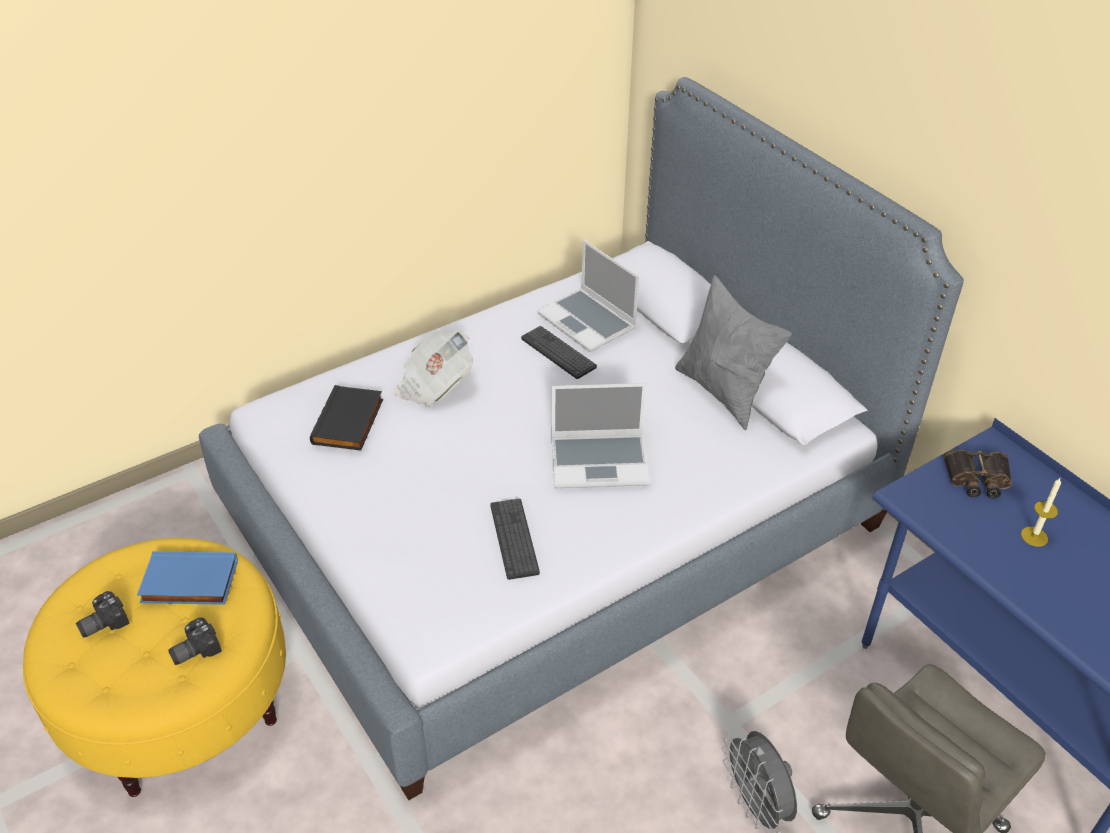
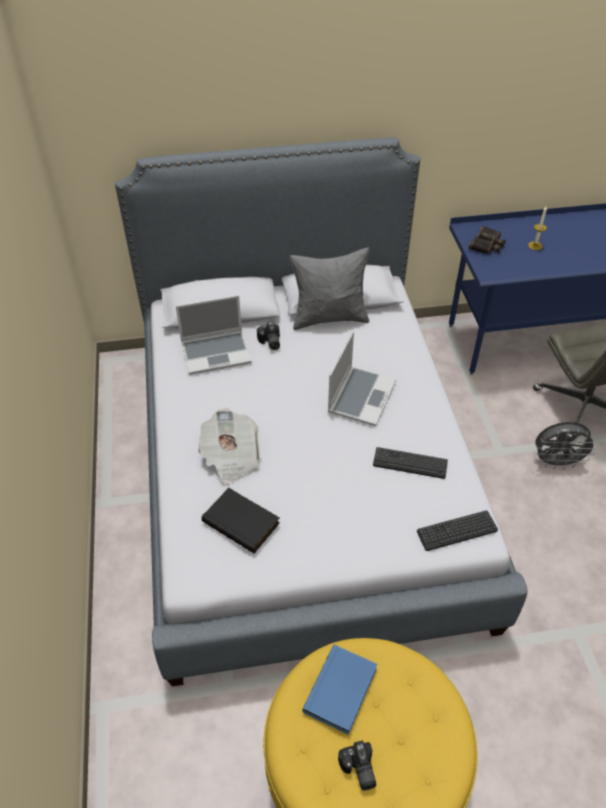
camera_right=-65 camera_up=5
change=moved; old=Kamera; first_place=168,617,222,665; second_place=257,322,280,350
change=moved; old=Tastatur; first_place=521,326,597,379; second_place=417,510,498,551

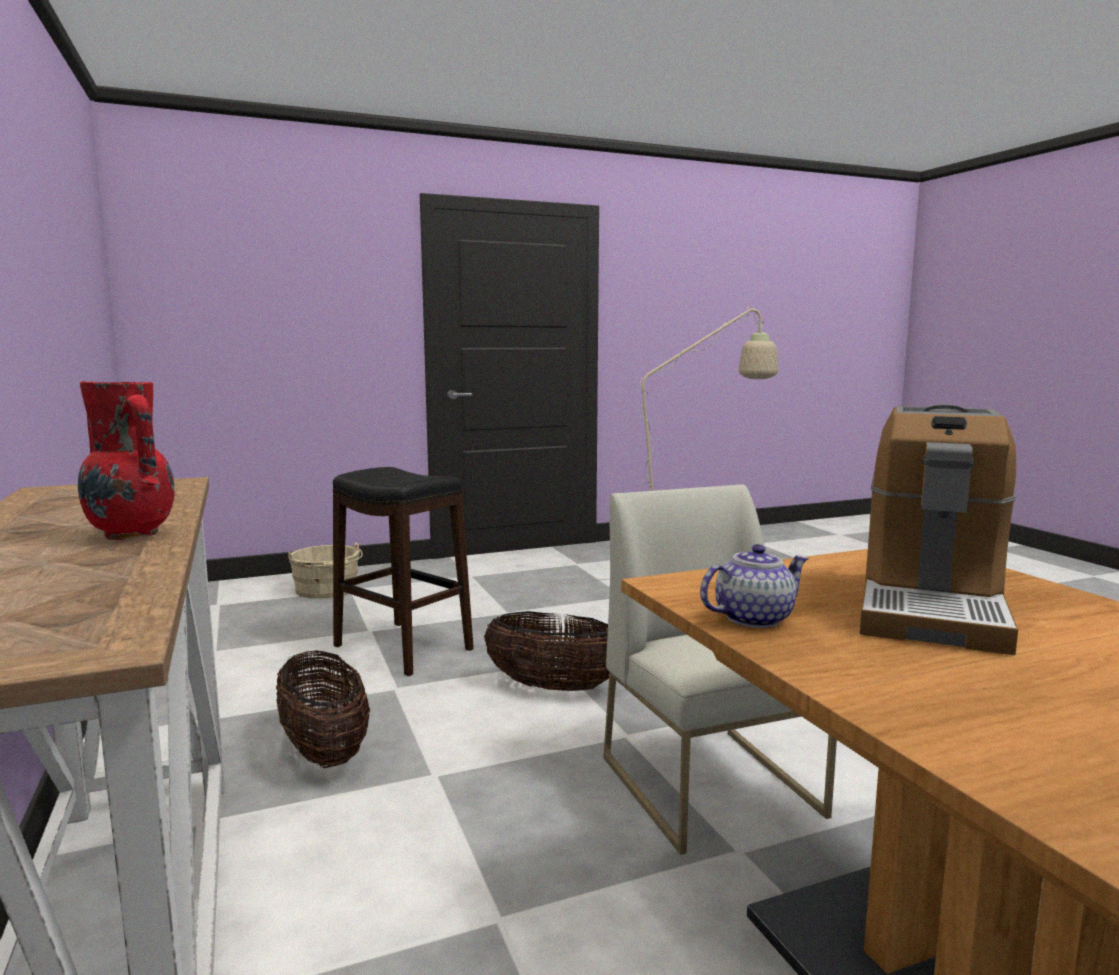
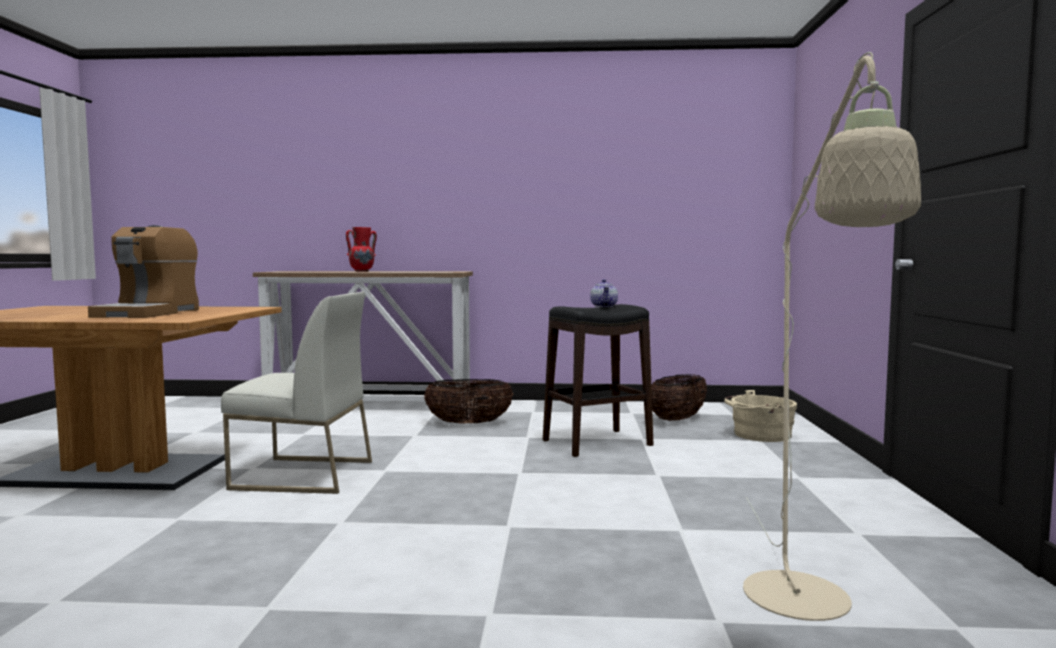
camera_right=115 camera_up=-5
change=turned; old=Kaffeemaschine; first_place=860,404,1018,655; second_place=88,225,199,318; degrees=-135
change=moved; old=Teekanne; first_place=700,544,809,628; second_place=590,279,618,307
change=moved; old=Korb; first_place=484,611,610,691; second_place=651,374,707,421

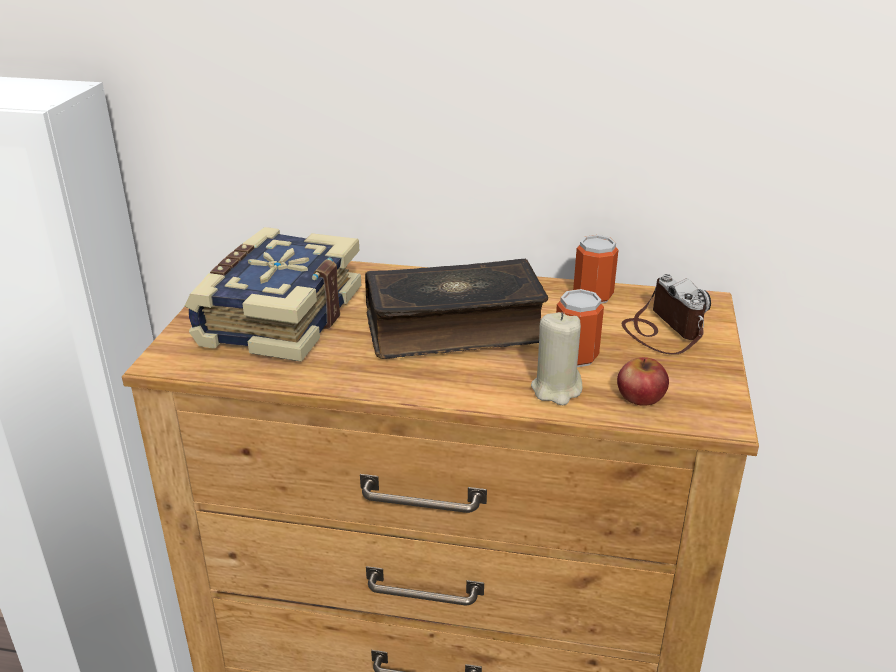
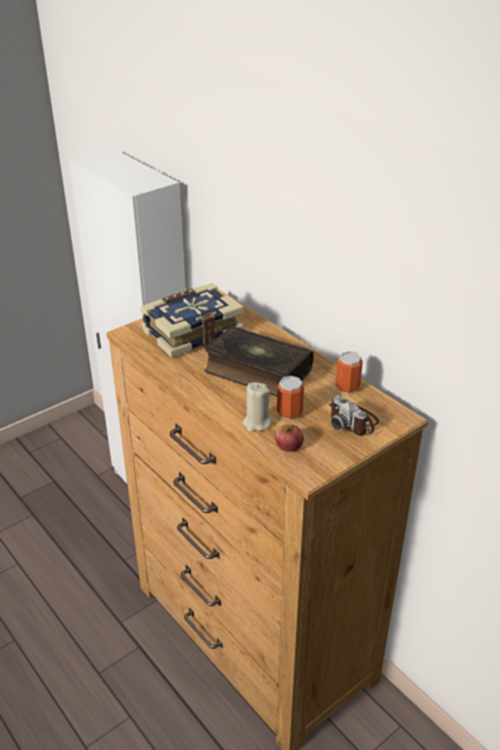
camera_right=40 camera_up=5
change=turned; old=Kamera; first_place=622,274,711,355; second_place=329,395,379,436; degrees=120

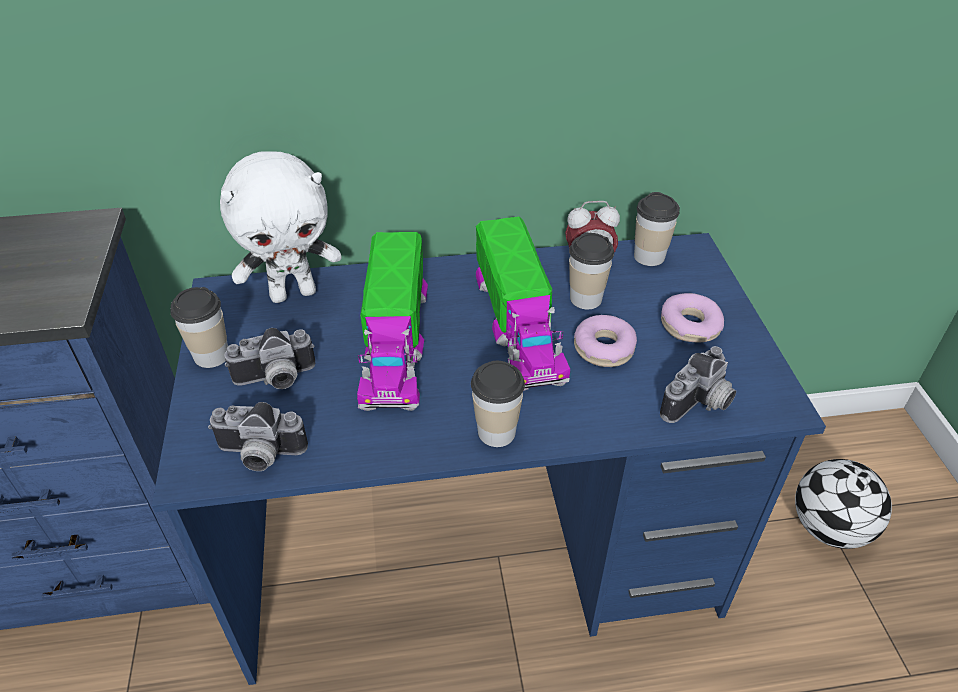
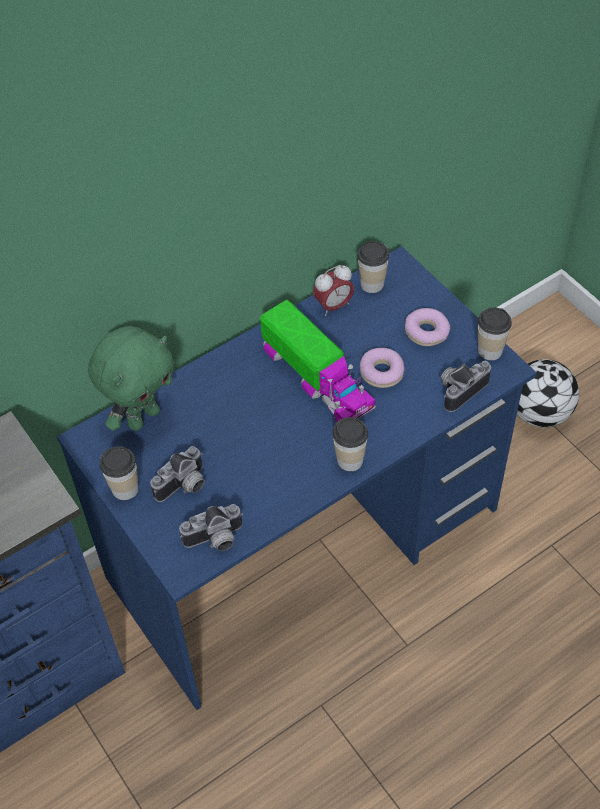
camera_right=-25 camera_up=10
change=recoloured; old=Plüschtier (weiß); new=Plüschtier (grün); first_place=220,151,342,303; second_place=88,326,174,431
change=turned; old=Kamera; first_place=660,346,736,423; second_place=441,361,491,412; degrees=-150
change=moved; old=Tasse; first_place=569,233,614,309; second_place=478,307,512,360
change=removed; old=Spielzeuglaster; first_place=357,232,428,411

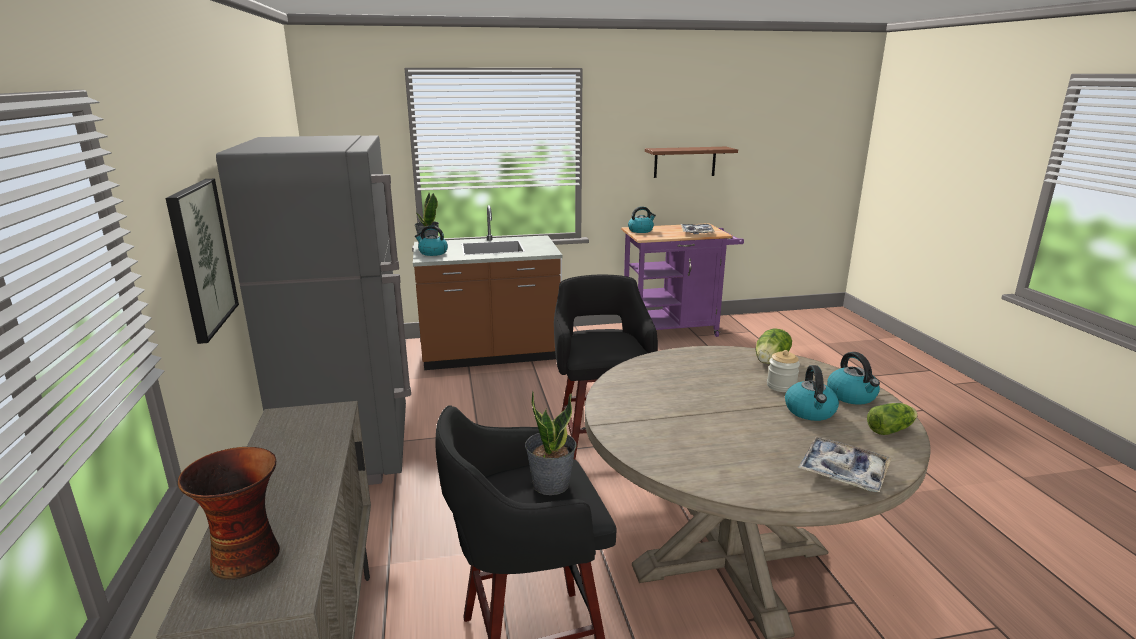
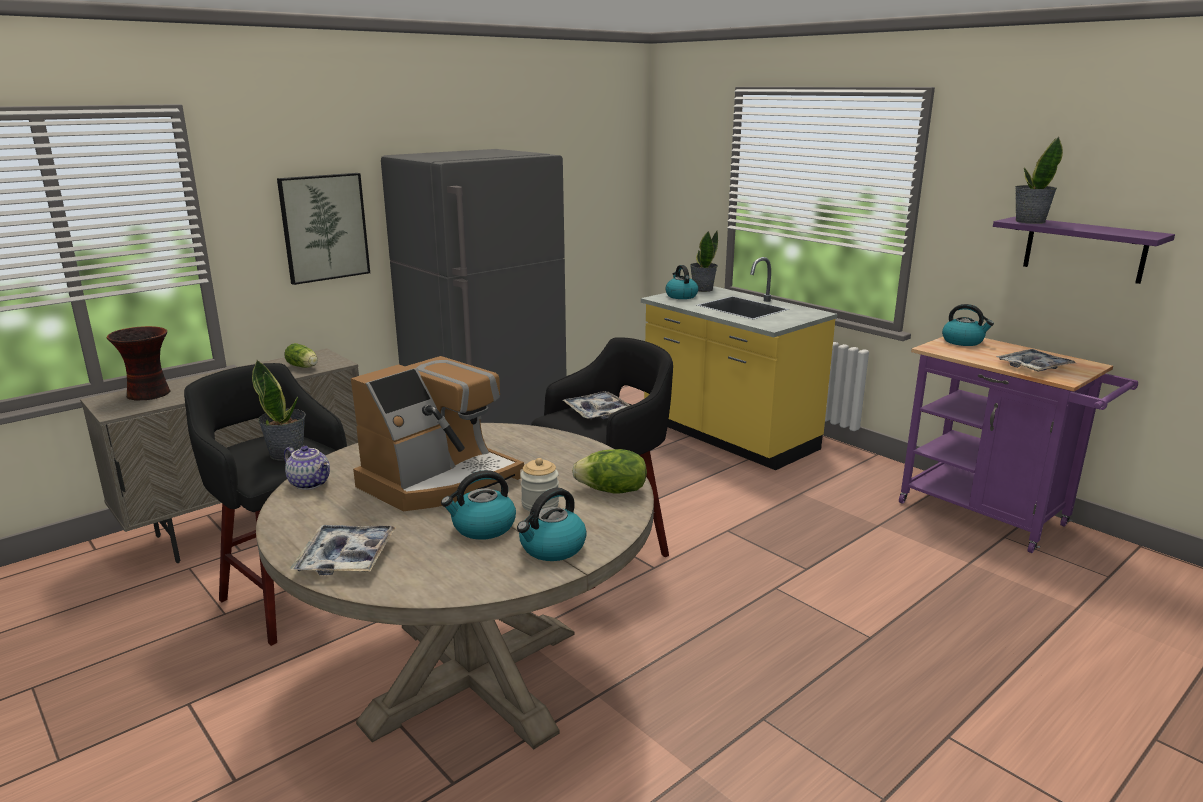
camera_right=60 camera_up=0
change=moved; old=Salatkopf; first_place=867,403,917,435; second_place=284,343,318,368
change=added; new=Teekanne; second_place=284,446,330,490
change=added; new=Kaffeemaschine; second_place=351,356,524,511
change=added; new=Tablett; second_place=563,391,631,419
change=recoloured; old=Küchenzeile (braun); new=Küchenzeile (gelb); first_place=413,205,562,370; second_place=641,257,837,470
change=recoloured; old=Wandregal (braun); new=Wandregal (lila); first_place=645,147,738,178; second_place=993,217,1175,284
change=added; new=Topfpflanze; second_place=1015,137,1063,224

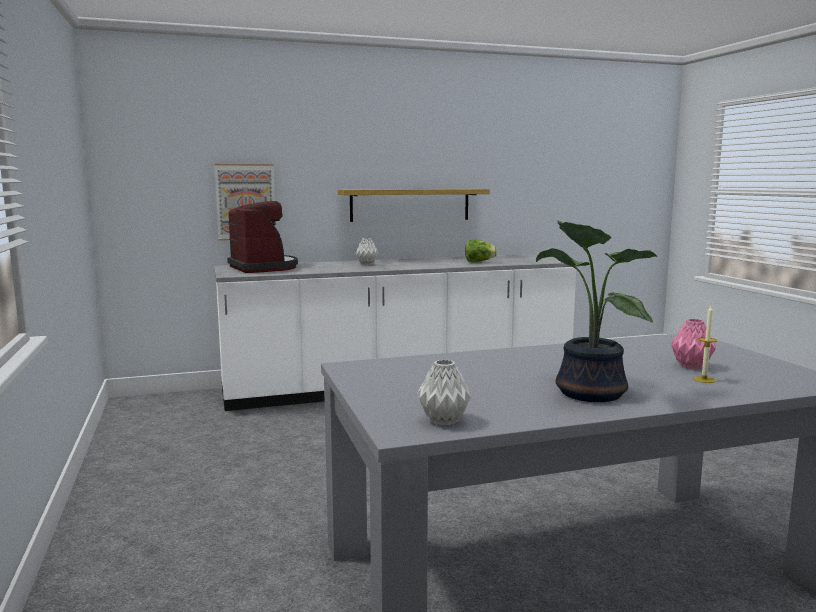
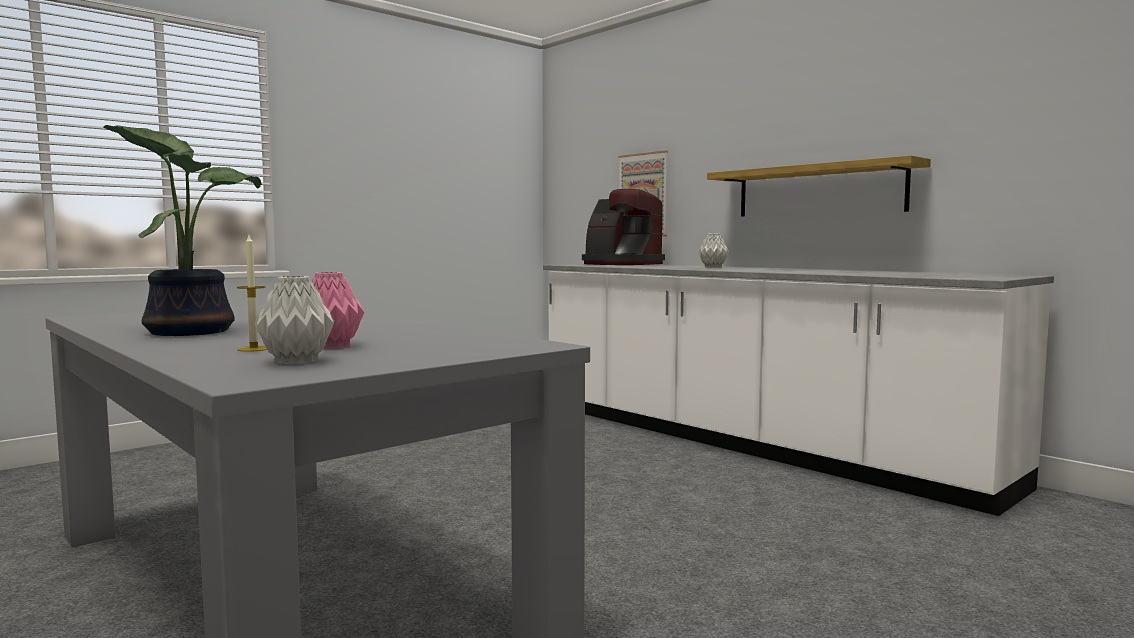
camera_right=65 camera_up=-5
change=moved; old=Vase (grau); first_place=417,359,471,425; second_place=255,276,334,364
change=turned; old=Kaffeemaschine; first_place=227,201,298,273; second_place=582,189,665,265; degrees=90
change=removed; old=Salatkopf; first_place=465,240,497,262

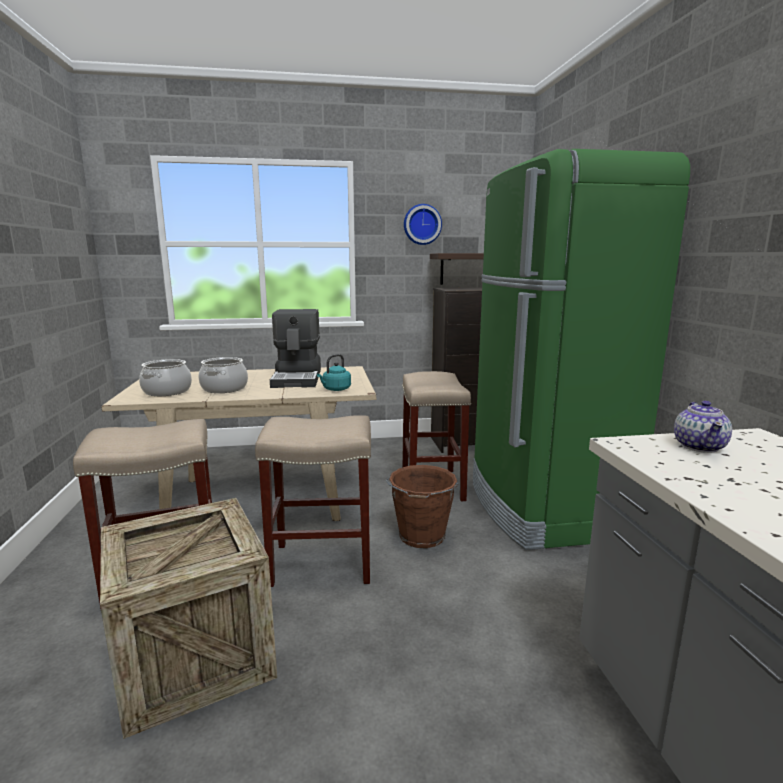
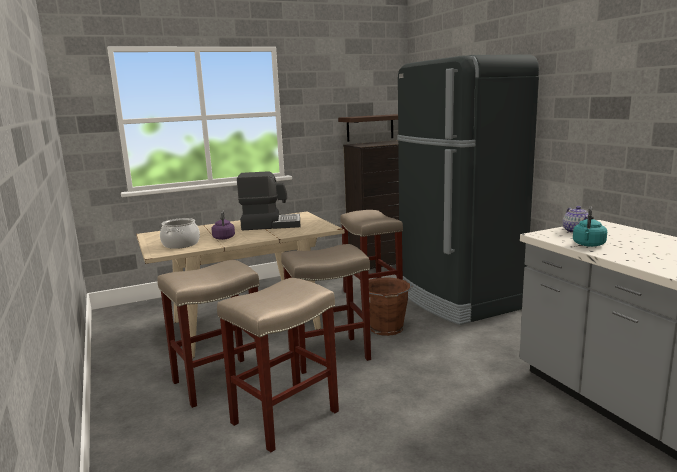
camera_right=-15 camera_up=0
change=replaced; old=Kochtopf; new=Wasserkessel (lila); first_place=199,357,248,393; second_place=211,210,235,240
change=replaced; old=Kiste; new=Hocker (beige); first_place=100,498,277,739; second_place=217,278,339,452
change=turned; old=Kaffeemaschine; first_place=270,309,321,388; second_place=237,171,300,230; degrees=-75
change=recoloured; old=Kühlschrank (grün); new=Kühlschrank (schwarz); first_place=473,149,690,550; second_place=397,54,539,325
change=moved; old=Wasserkessel (türkis); first_place=317,354,351,391; second_place=573,206,607,247
change=removed; old=Wanduhr; first_place=404,204,442,245

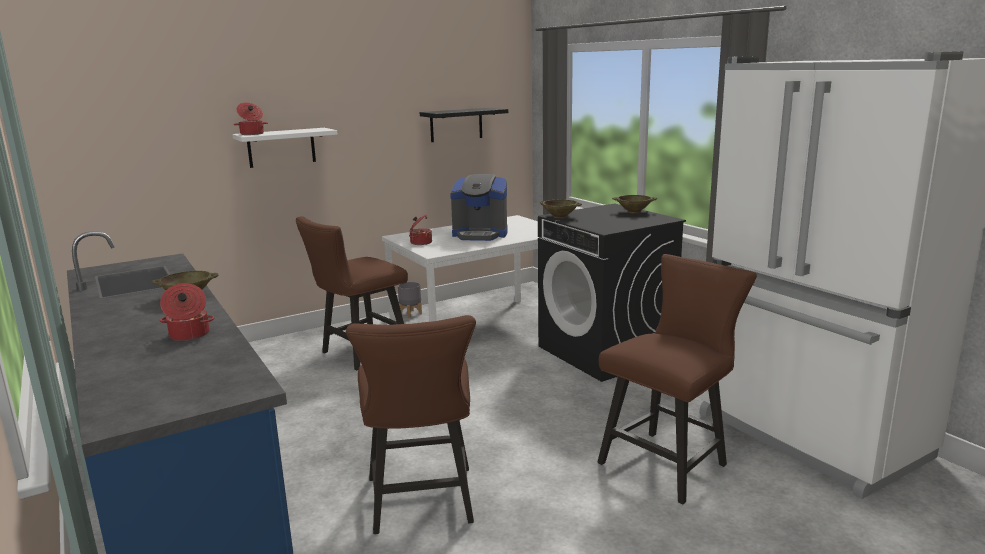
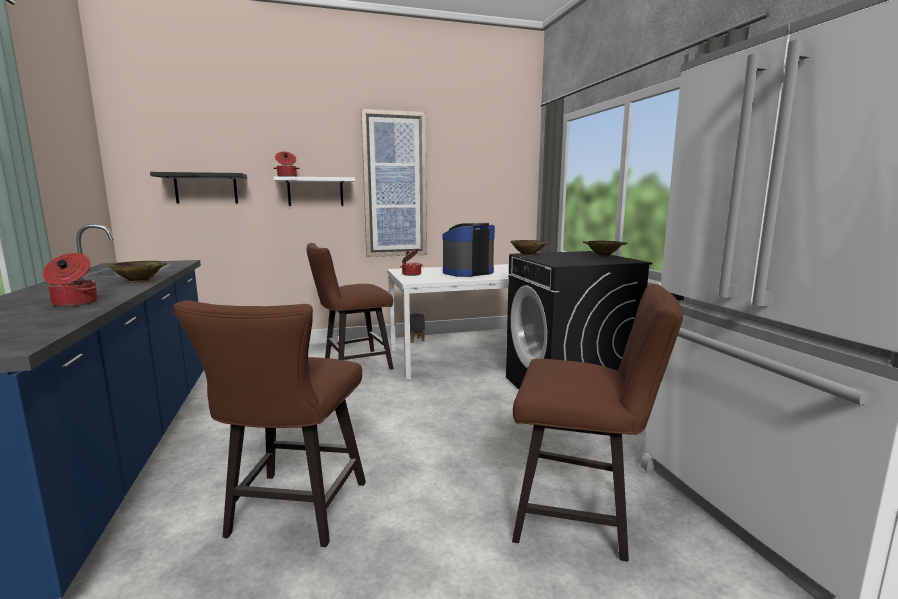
camera_right=15 camera_up=-5
change=moved; old=Wandregal (schwarz); first_place=420,108,508,142; second_place=150,172,247,204
change=added; new=Bild; second_place=361,109,427,257
change=turned; old=Kaffeemaschine; first_place=450,174,508,241; second_place=443,223,495,277; degrees=120
change=turned; old=Stuhl (braun); first_place=597,254,757,504; second_place=512,284,683,562; degrees=45

